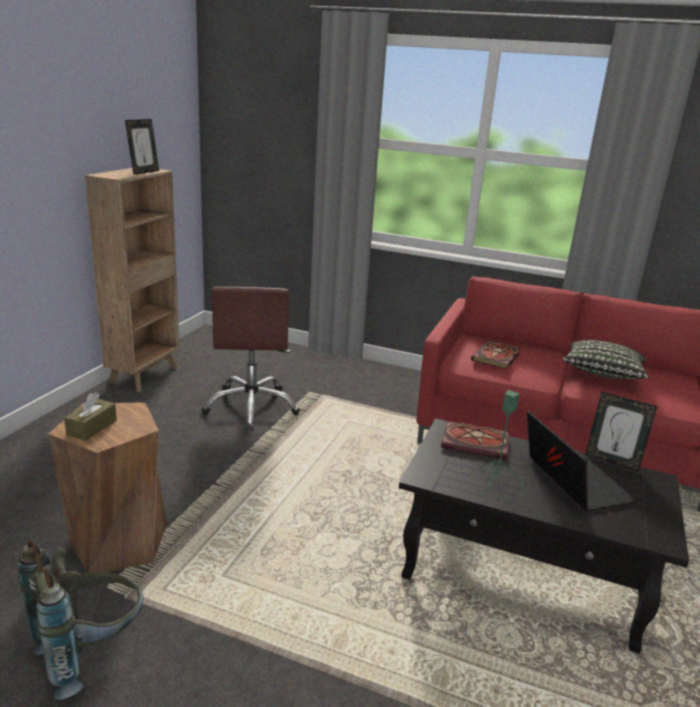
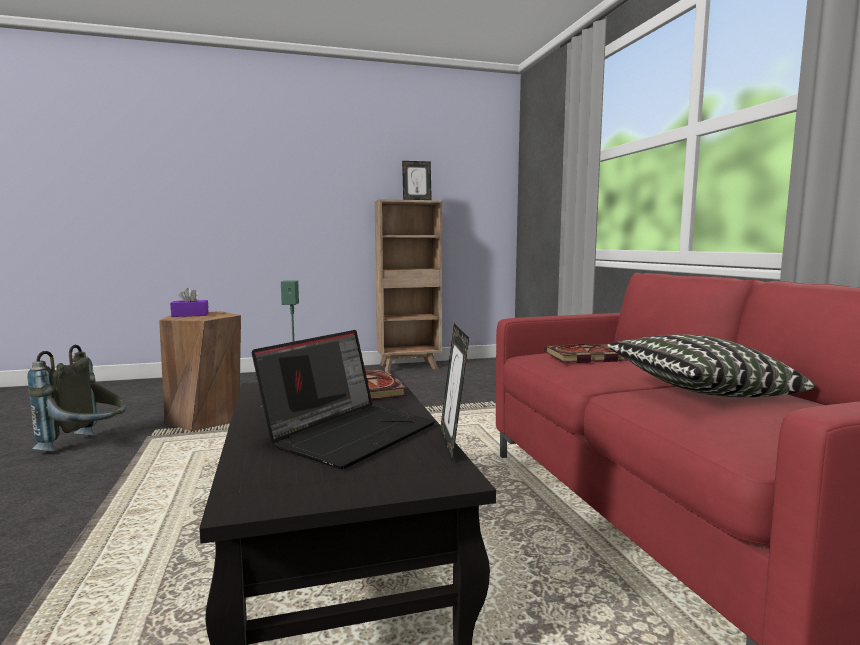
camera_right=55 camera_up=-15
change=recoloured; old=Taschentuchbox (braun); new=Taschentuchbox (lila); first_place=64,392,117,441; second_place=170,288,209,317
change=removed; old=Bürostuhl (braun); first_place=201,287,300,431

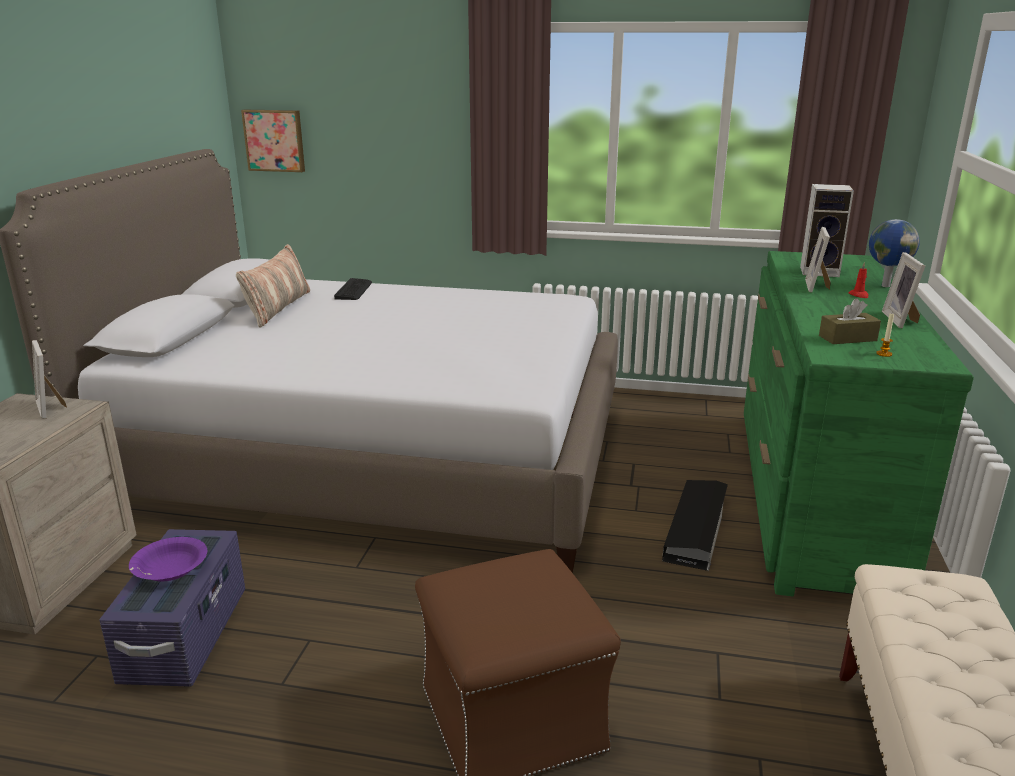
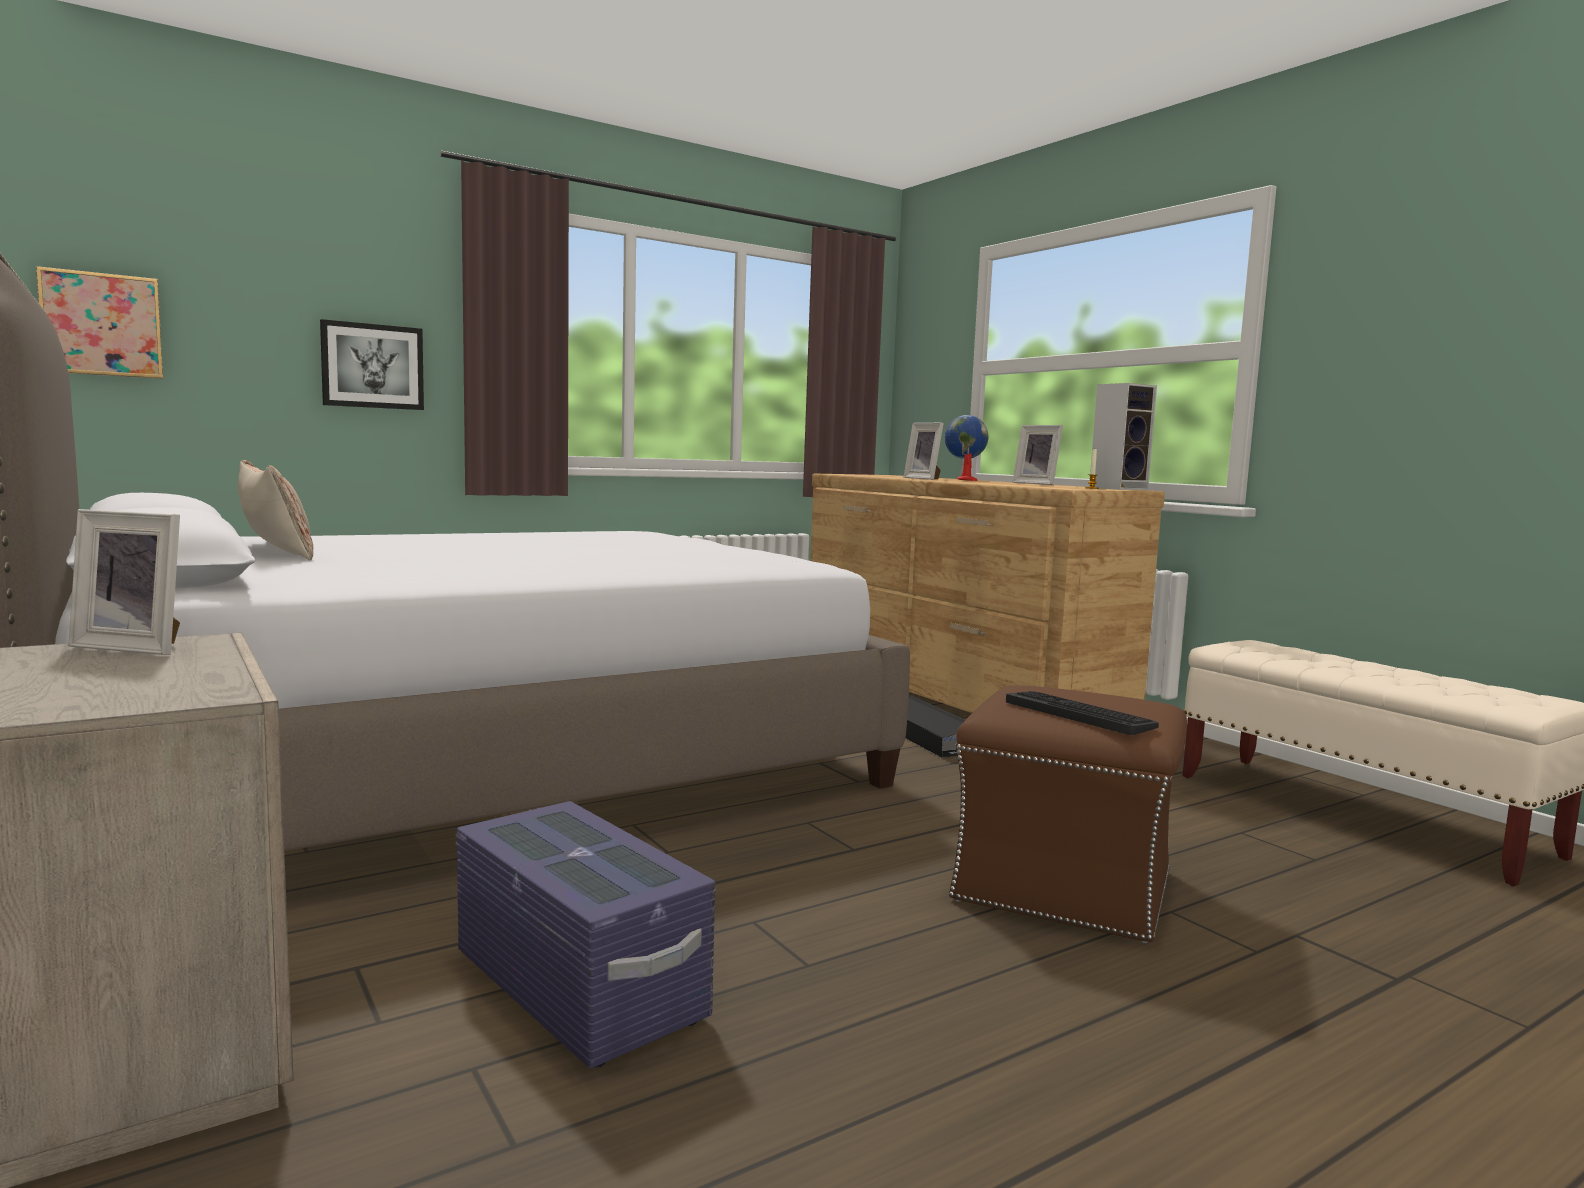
camera_right=-45 camera_up=-15
change=added; new=Bild; second_place=320,319,424,410
change=recoloured; old=Kommode (grün); new=Kommode (braun); first_place=744,251,974,596; second_place=810,473,1165,713
change=moved; old=Tastatur; first_place=334,278,372,300; second_place=1006,691,1159,735
change=moved; old=Lautsprecher; first_place=800,184,854,277; second_place=1089,383,1157,490
change=removed; old=Schüssel (lila); first_place=129,537,207,581
change=removed; old=Taschentuchbox (braun); first_place=819,298,881,344

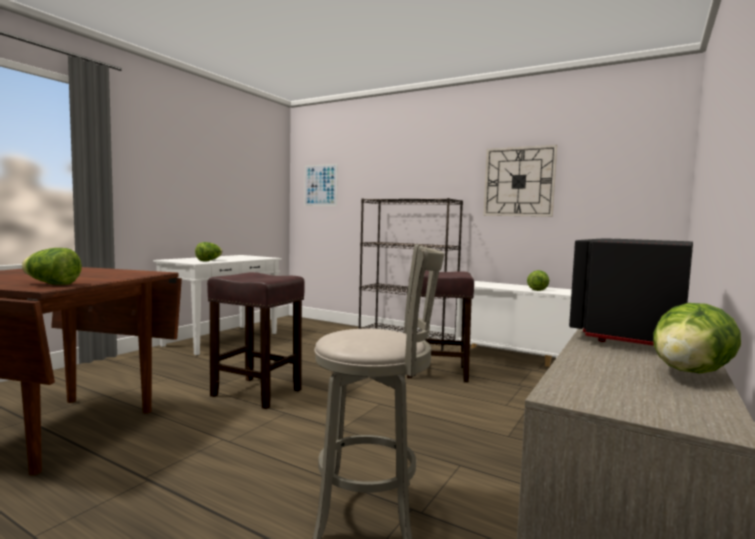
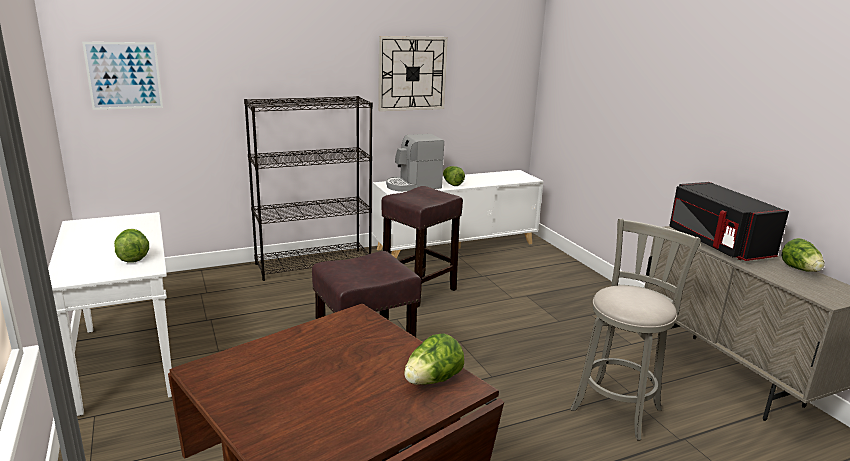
camera_right=-55 camera_up=15
change=added; new=Kaffeemaschine; second_place=386,134,444,192

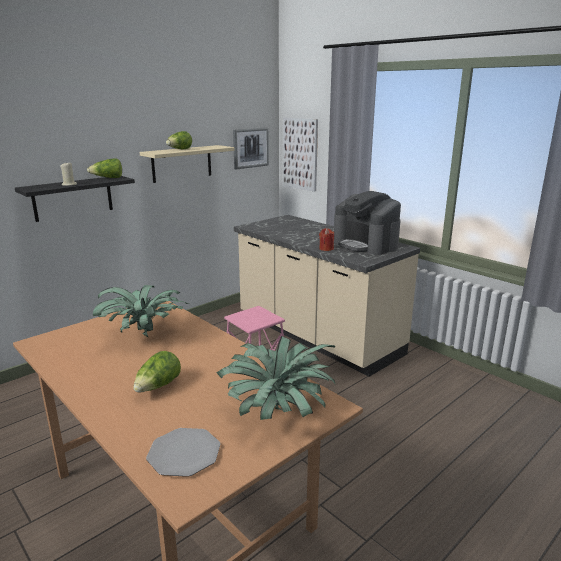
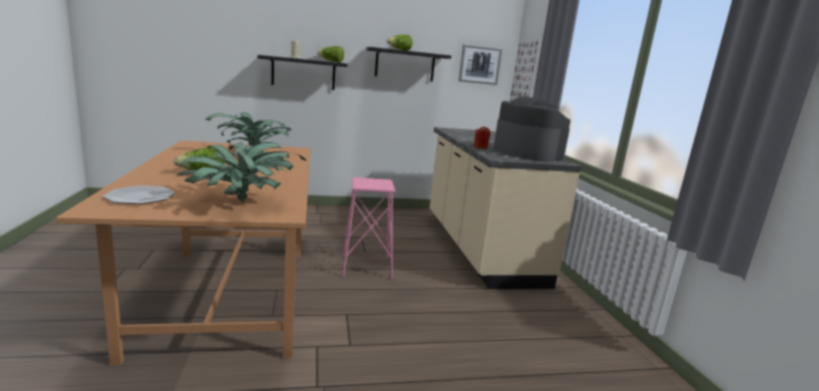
camera_right=30 camera_up=-5
change=recoloured; old=Wandregal (beige); new=Wandregal (schwarz); first_place=140,145,235,183; second_place=366,47,451,82
change=turned; old=Kaffeemaschine; first_place=334,191,401,255; second_place=493,96,570,161; degrees=150

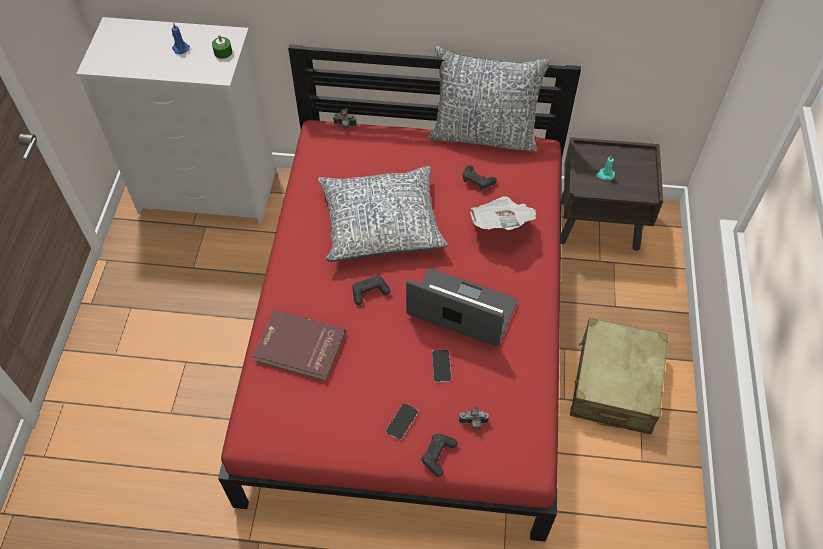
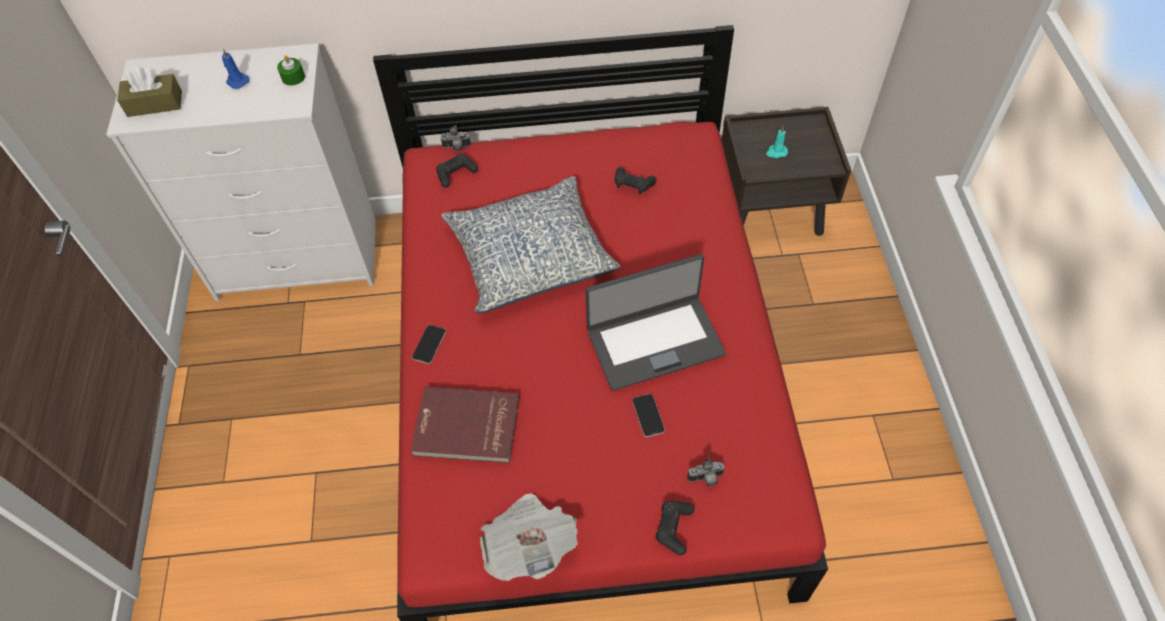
camera_right=-10 camera_up=0
change=added; new=Taschentuchbox (braun); second_place=117,67,182,117
change=moved; old=Handy; first_place=386,403,418,440; second_place=412,325,446,364
change=moved; old=Gamepad (schwarz); first_place=352,275,390,305; second_place=436,153,478,188
change=moved; old=Zeitung; first_place=470,196,536,230; second_place=480,493,578,581
change=turned; old=Laptop; first_place=406,268,518,347; second_place=585,254,726,391; degrees=150
change=removed; old=Kissen; first_place=428,46,550,152
change=removed; old=Koffer (beige); first_place=570,318,668,434

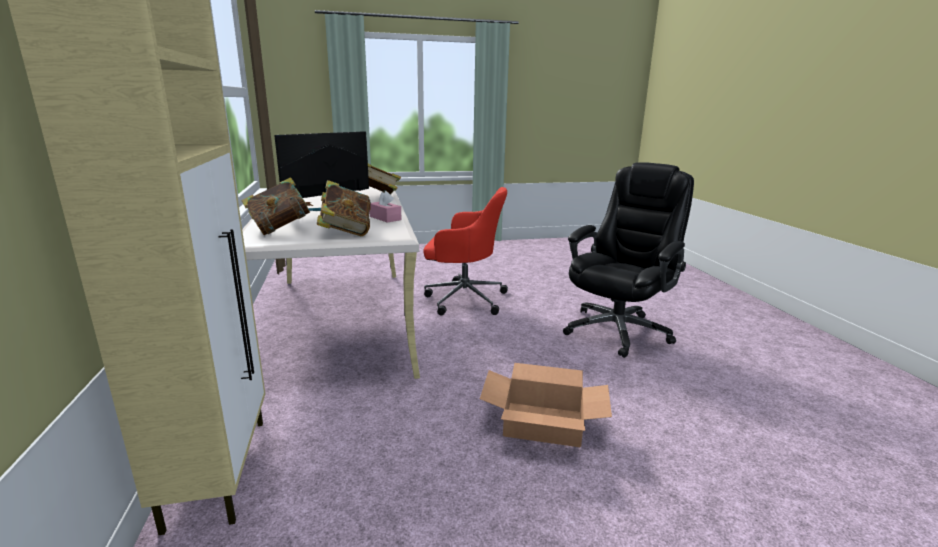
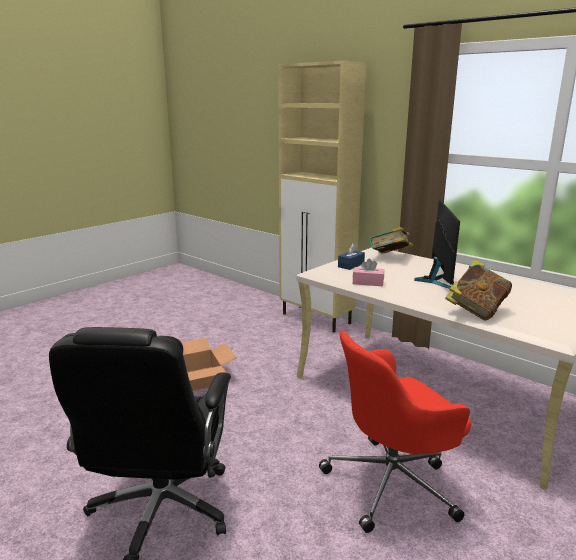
camera_right=145 camera_up=0
change=replaced; old=Buch; new=Taschentuchbox (blau); first_place=316,180,371,236; second_place=338,243,365,270

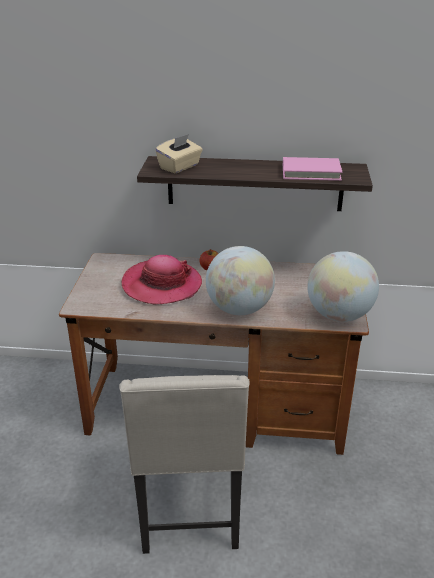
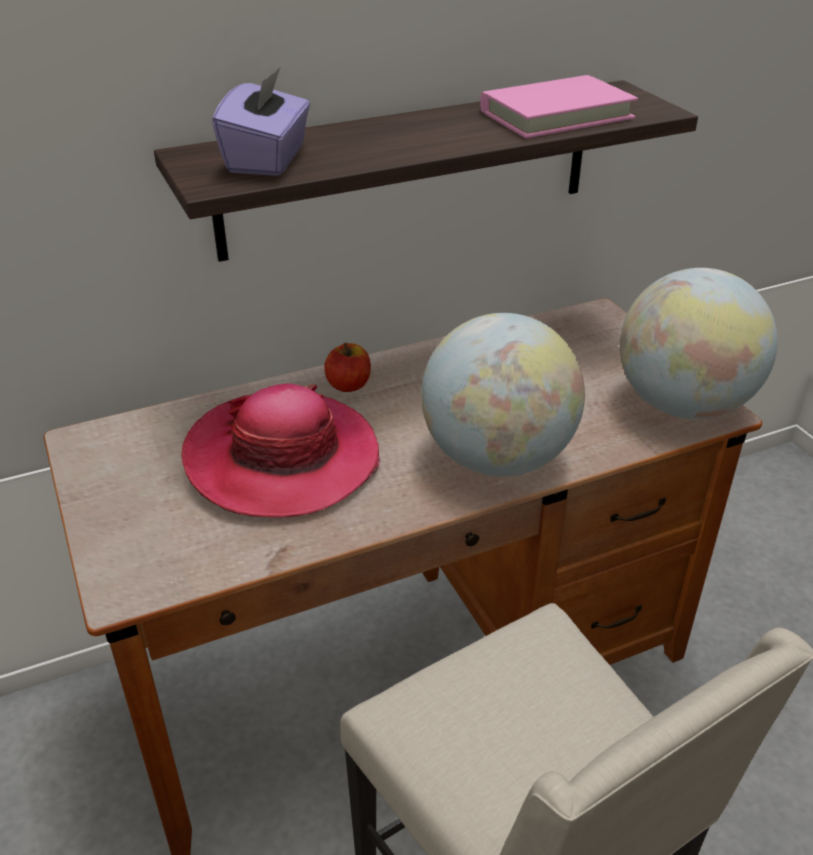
camera_right=-30 camera_up=5
change=recoloured; old=Taschentuchbox (beige); new=Taschentuchbox (lila); first_place=155,134,203,173; second_place=212,68,310,176

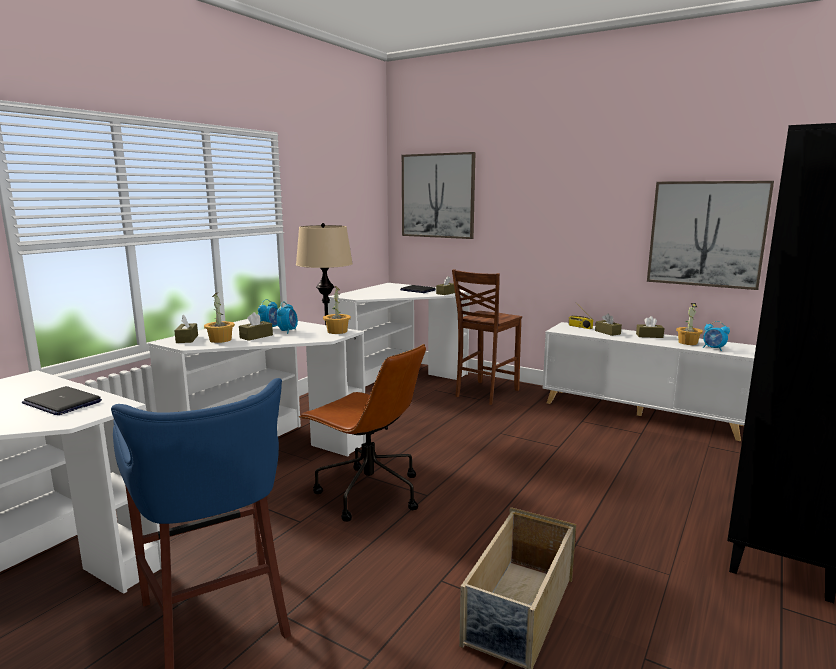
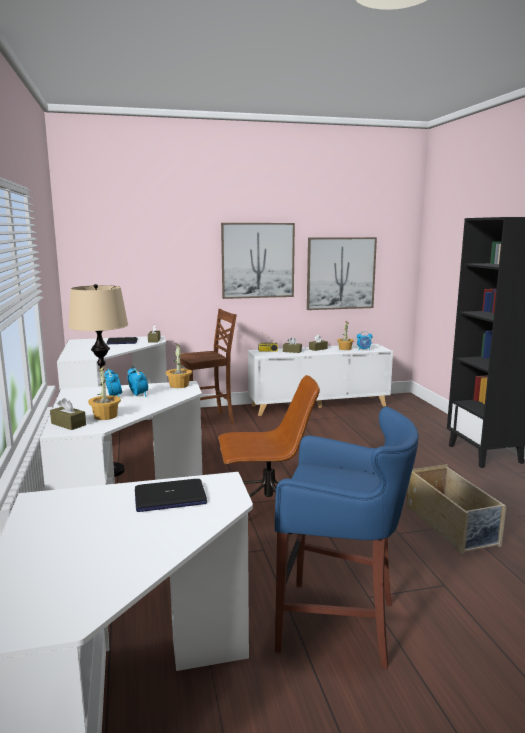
camera_right=-45 camera_up=0
change=turned; old=Stuhl (braun); first_place=452,269,522,405; second_place=180,309,237,424; degrees=-105
change=moved; old=Bild; first_place=402,152,475,239; second_place=221,223,295,299
change=removed; old=Taschentuchbox (braun); first_place=239,312,273,341

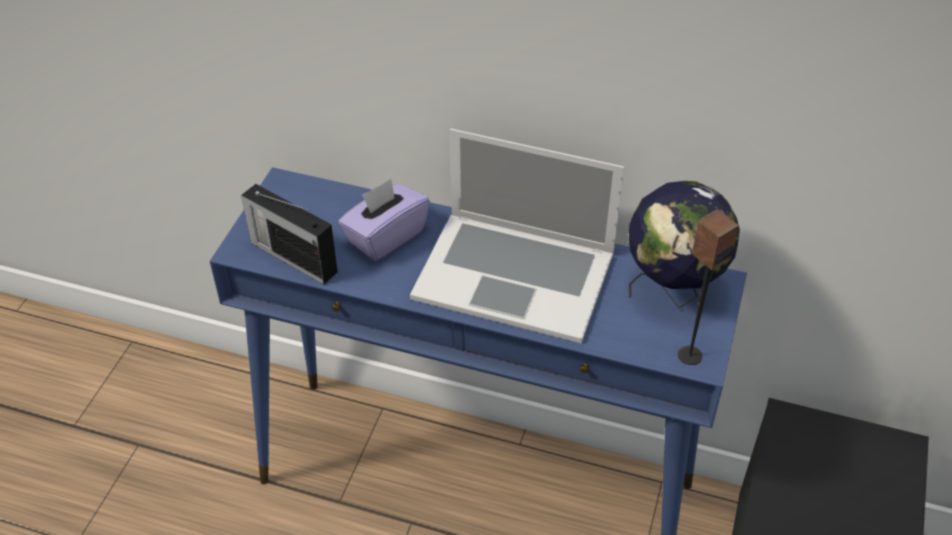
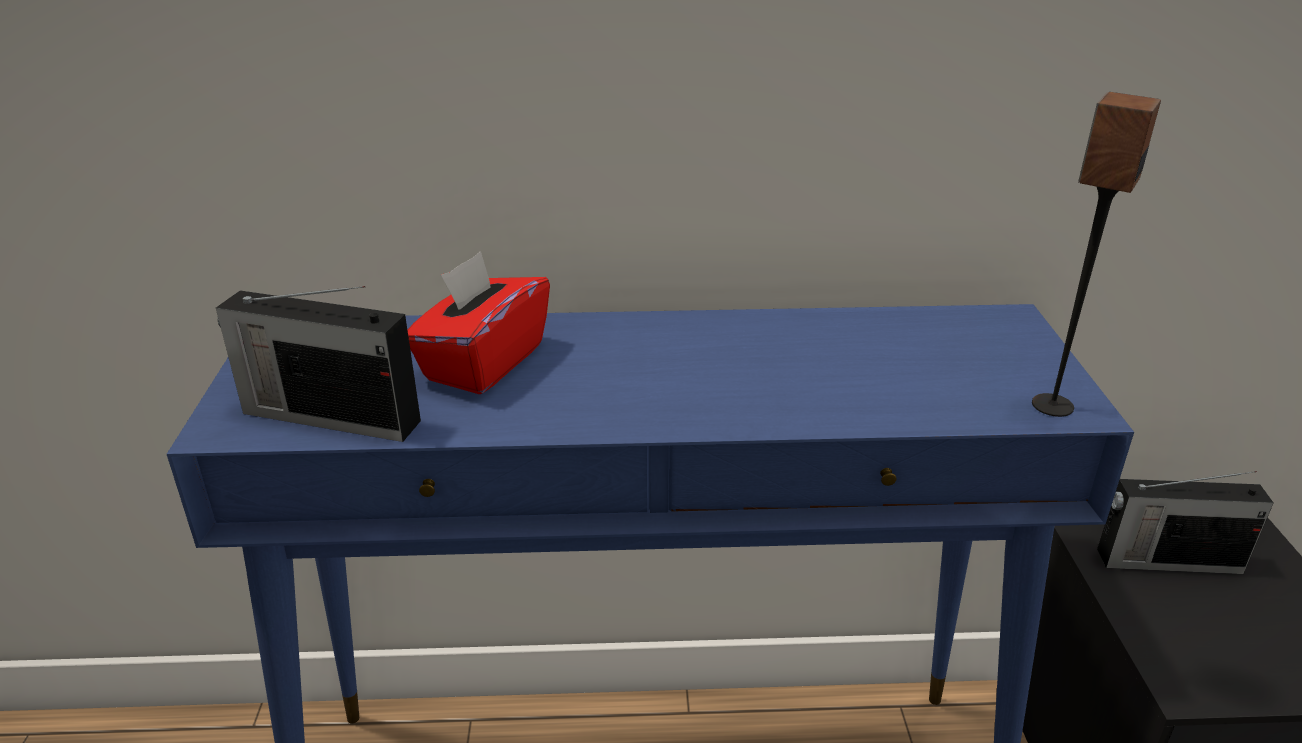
camera_right=-20 camera_up=-15
change=recoloured; old=Taschentuchbox (lila); new=Taschentuchbox (rot); first_place=338,179,430,261; second_place=408,251,550,394
change=added; new=Radio; second_place=1097,471,1274,574
change=removed; old=Laptop; first_place=410,129,624,343
change=removed; old=Globus; first_place=629,181,740,309

